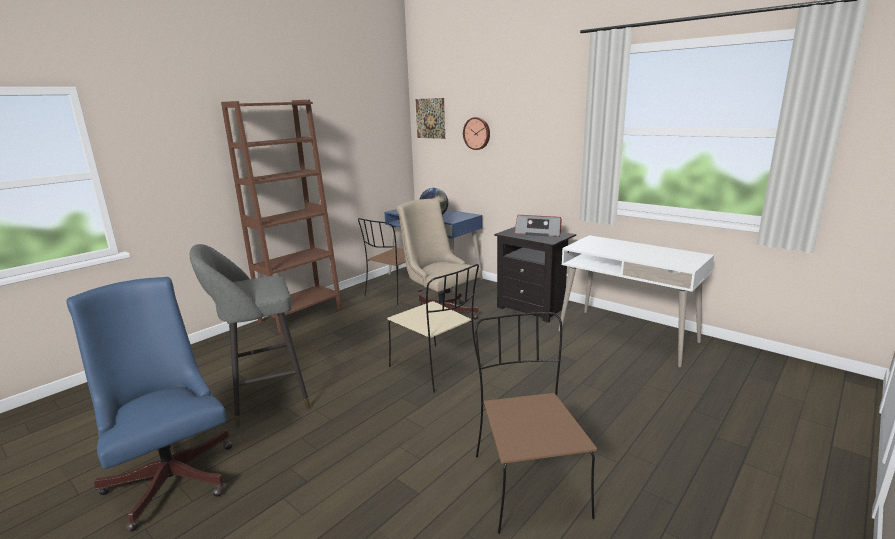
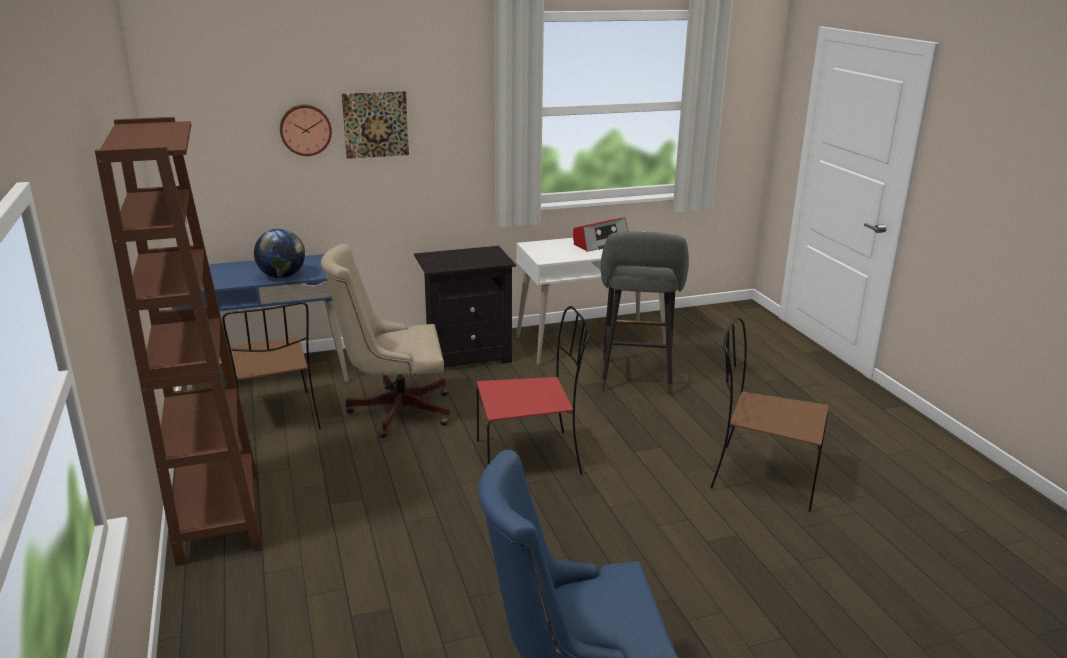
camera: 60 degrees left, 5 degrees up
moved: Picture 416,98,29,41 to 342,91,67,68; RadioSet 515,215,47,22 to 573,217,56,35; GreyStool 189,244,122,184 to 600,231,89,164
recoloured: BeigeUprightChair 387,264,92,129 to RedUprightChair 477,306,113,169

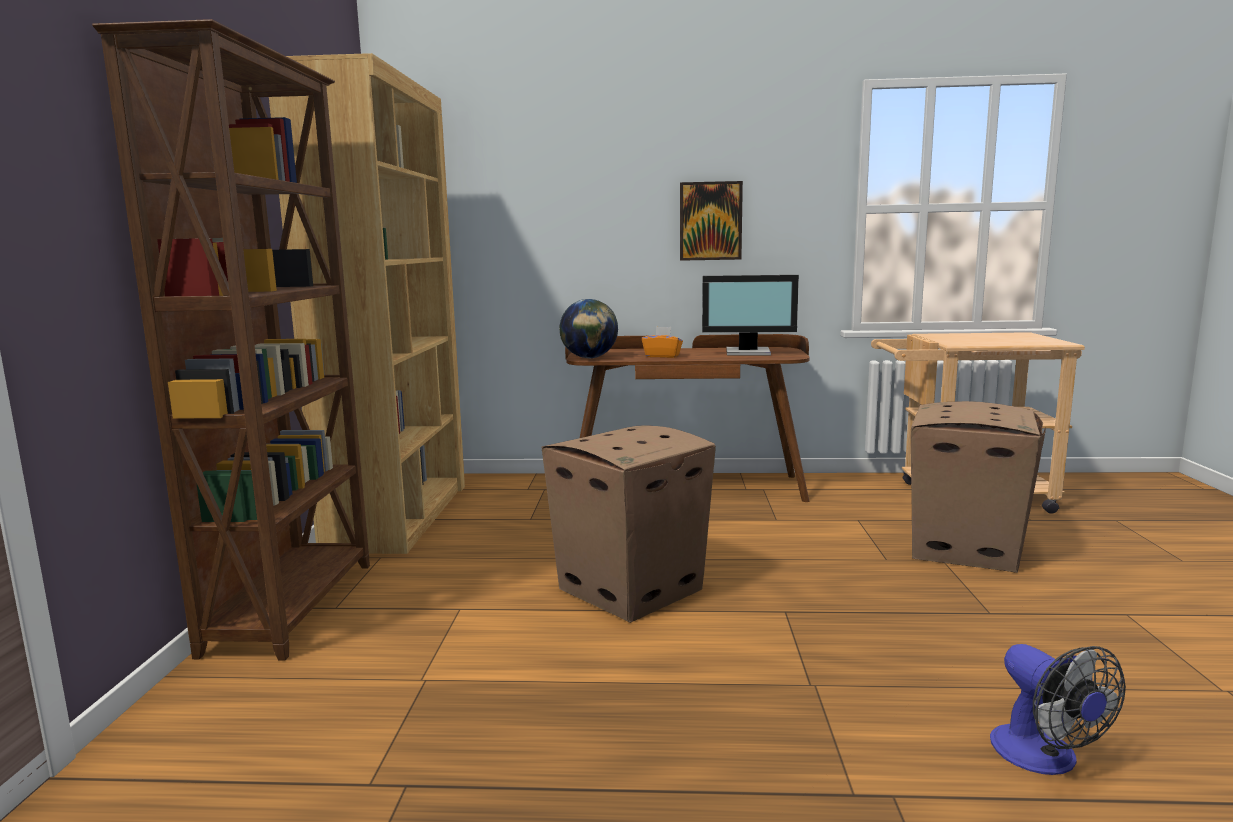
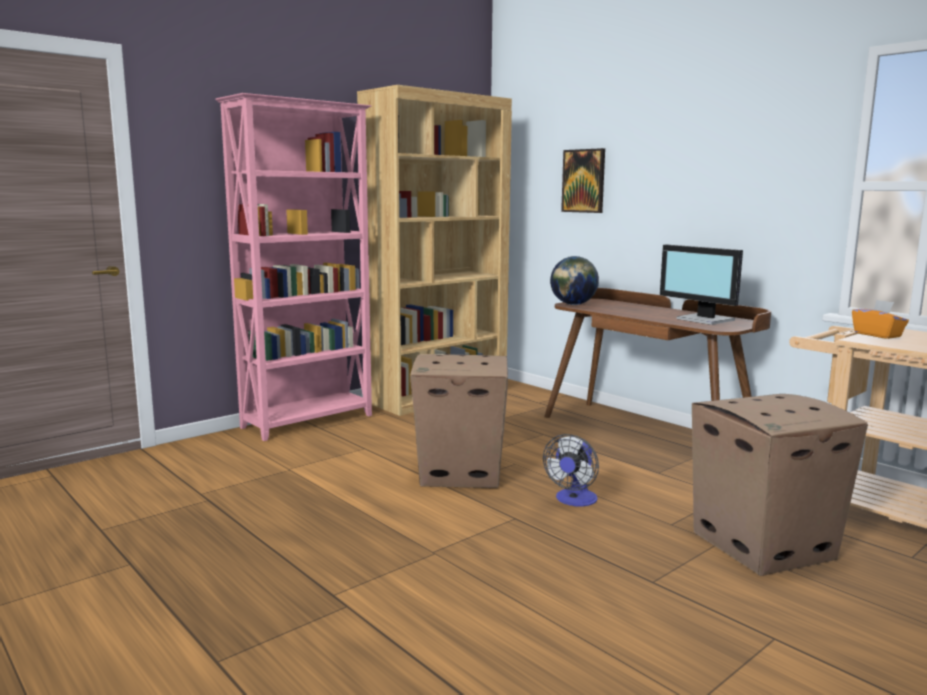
camera: 45 degrees right, 0 degrees up
moved: Picture 680,181,63,80 to 561,148,44,65; OrangeColouredBoxOfTissues 642,327,41,31 to 852,300,57,39; Fan 990,644,136,131 to 543,434,56,72
recoloured: BrownishShelvingUnit 92,19,278,641 to PinkColouredShelvingUnit 215,93,157,348

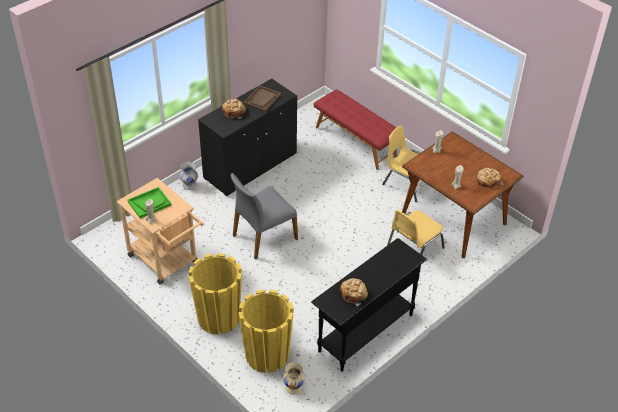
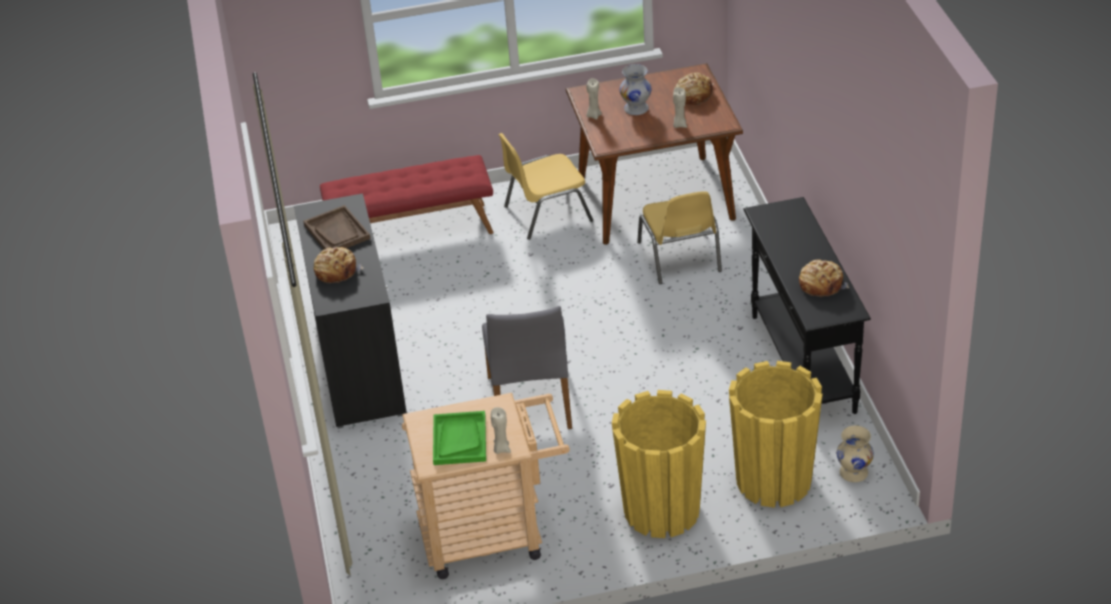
camera: 55 degrees left, 5 degrees down
moved: WhiteVase 180,162,18,28 to 620,64,31,51

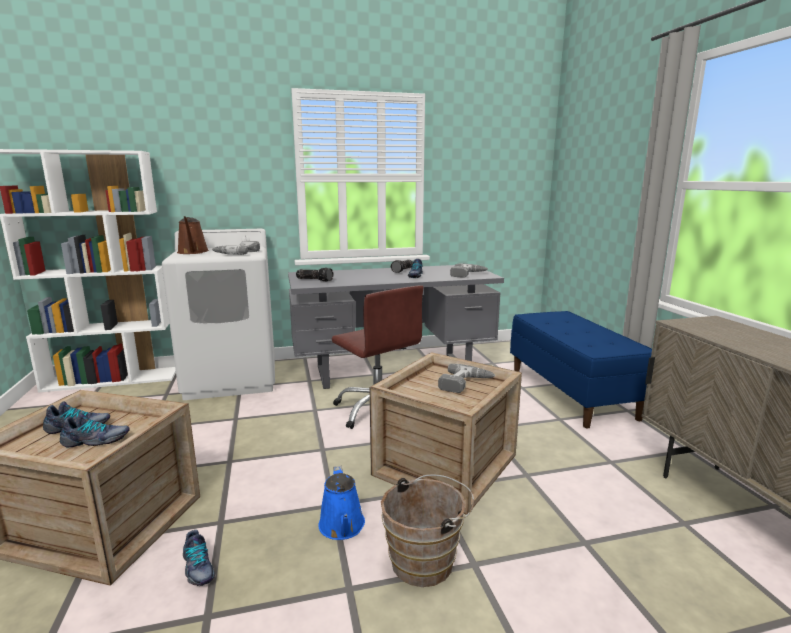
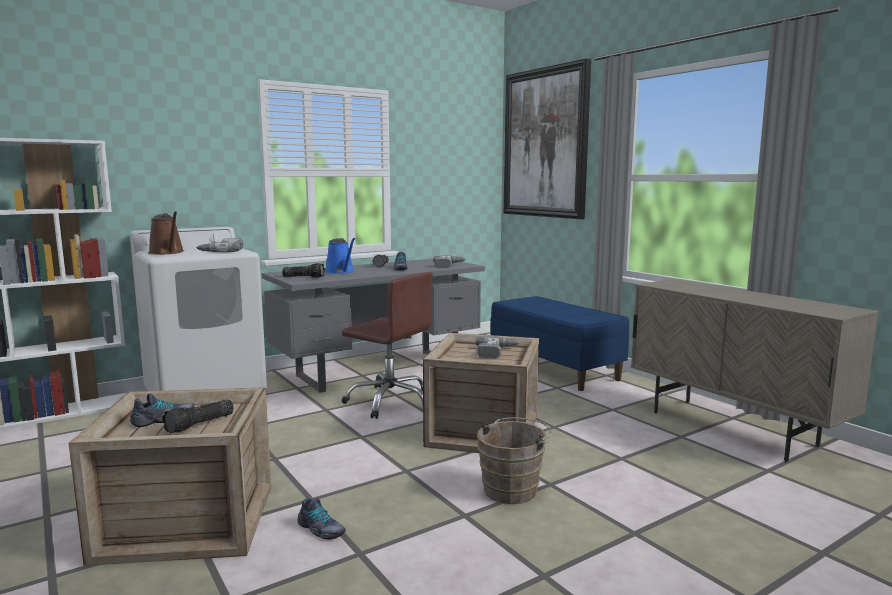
camera: 20 degrees left, 5 degrees down
added: Picture 504,58,87,161
moved: BlueColouredSprinklingCan 318,465,47,75 to 325,238,30,36
replaced: Shoe 60,413,70,35 to Torch 162,400,72,33

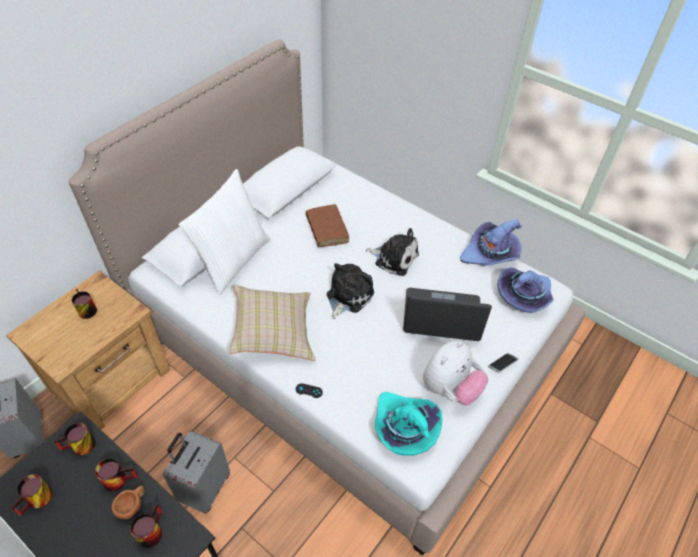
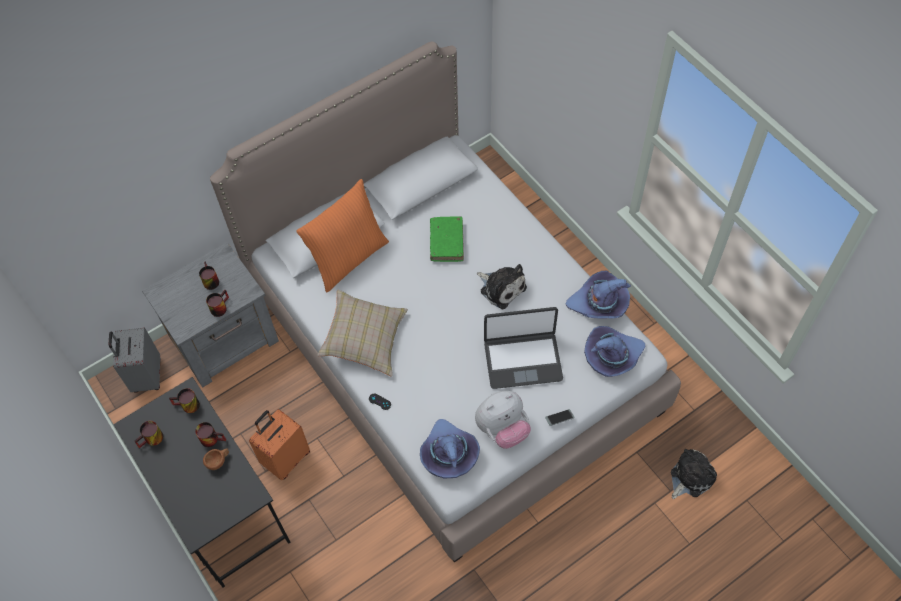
camera: 20 degrees right, 10 degrees up
moved: SoftToy 327,263,47,56 to 671,449,46,50; Mug 130,504,32,44 to 206,290,23,27
recoloured: WhitePillow 179,169,91,126 to OrangeColouredPillow 296,179,93,114; BrownishVolume 306,204,43,43 to GreenColouredVolume 430,216,34,46; BrownishNightstand 6,271,164,158 to GreyNightstand 142,242,137,146; TurquoiseHat 375,392,67,64 to PurpleHat 420,419,60,59; GreySuitcase 163,431,67,83 to OrangeColouredSuitcase 249,409,61,71
turned: NotebookComputer 403,288,89,53 = 484,307,79,82 150 degrees clockwise

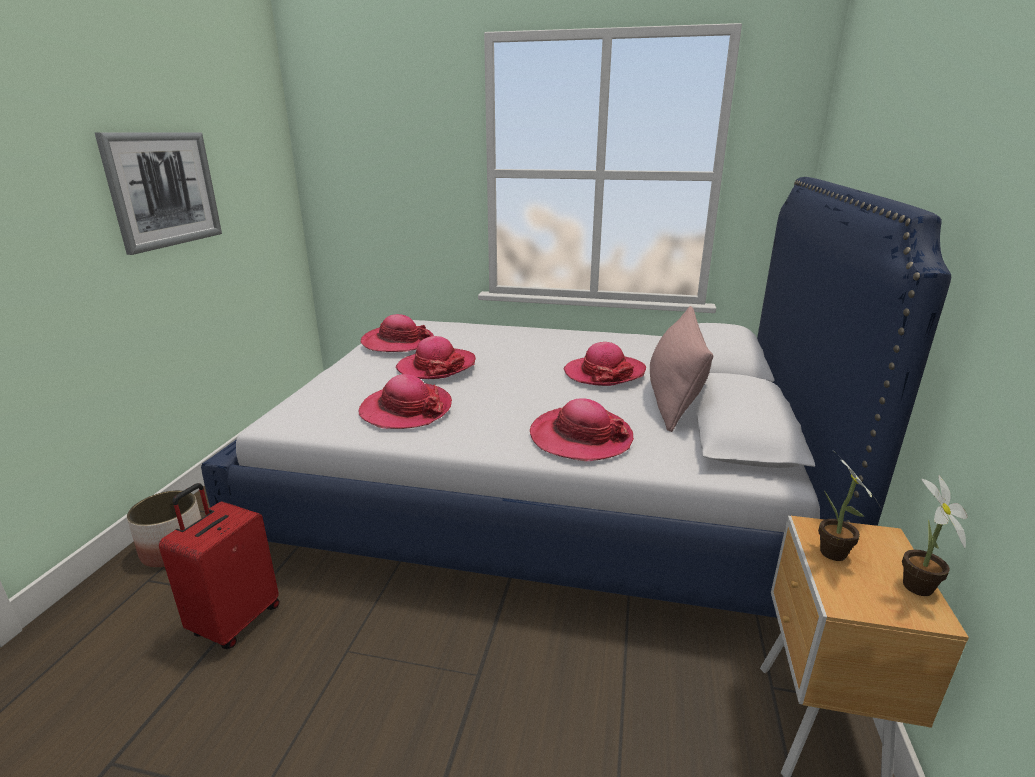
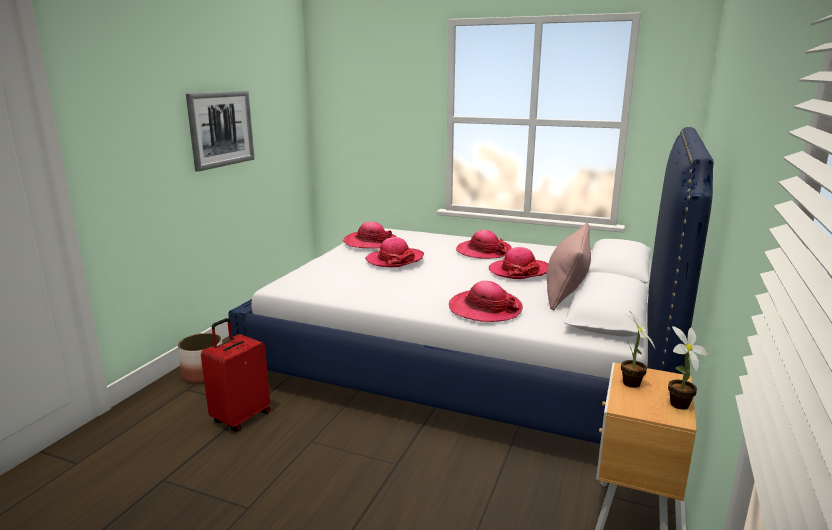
camera: 10 degrees right, 5 degrees down
moved: Hat 358,374,94,55 to 456,230,56,29

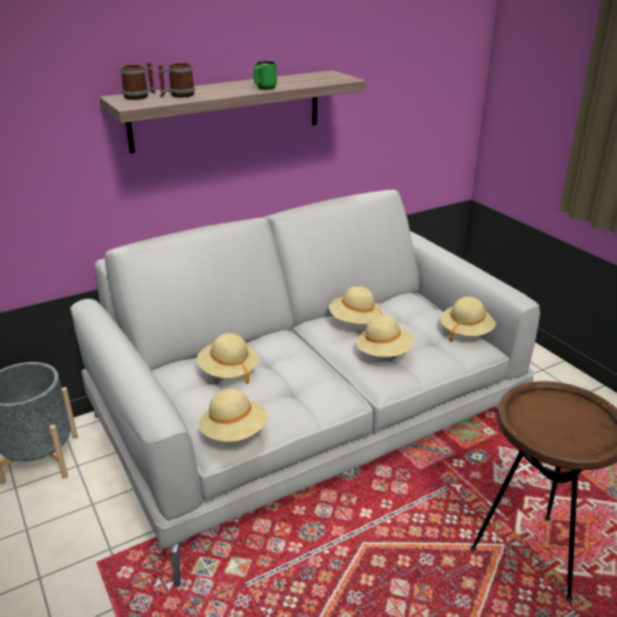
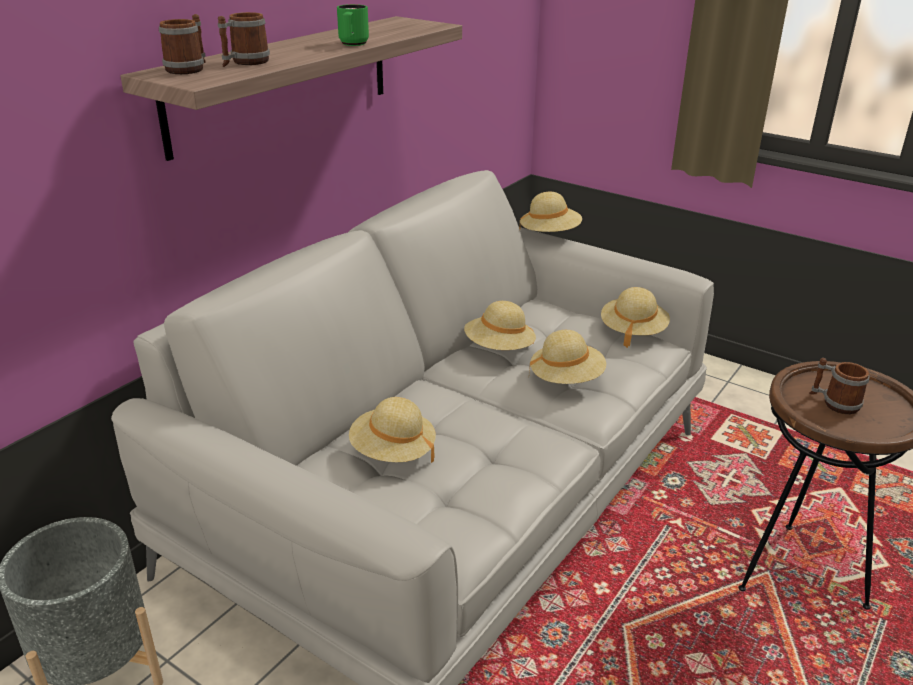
camera: 25 degrees left, 0 degrees up
added: Mug 809,358,61,56
moved: BeigeHat 199,389,69,53 to 519,192,63,40

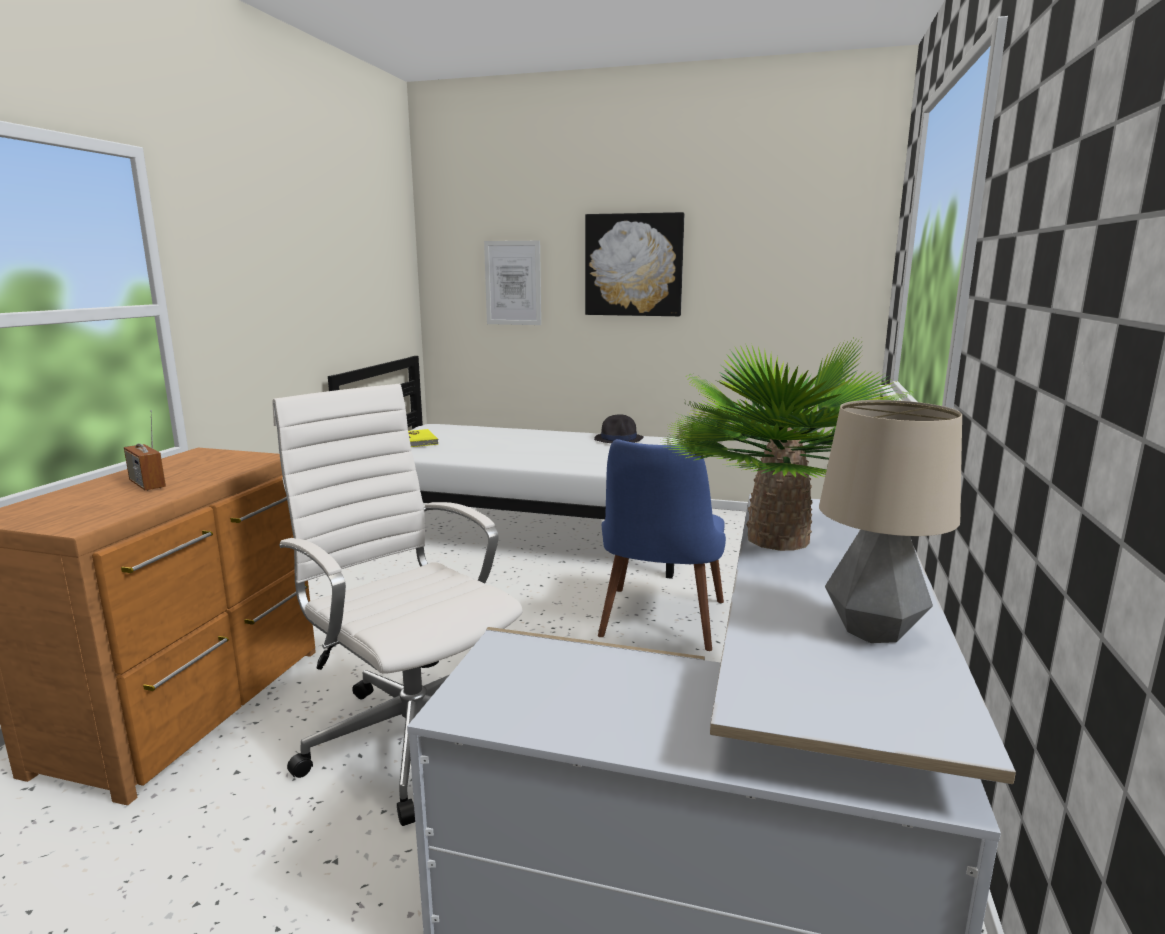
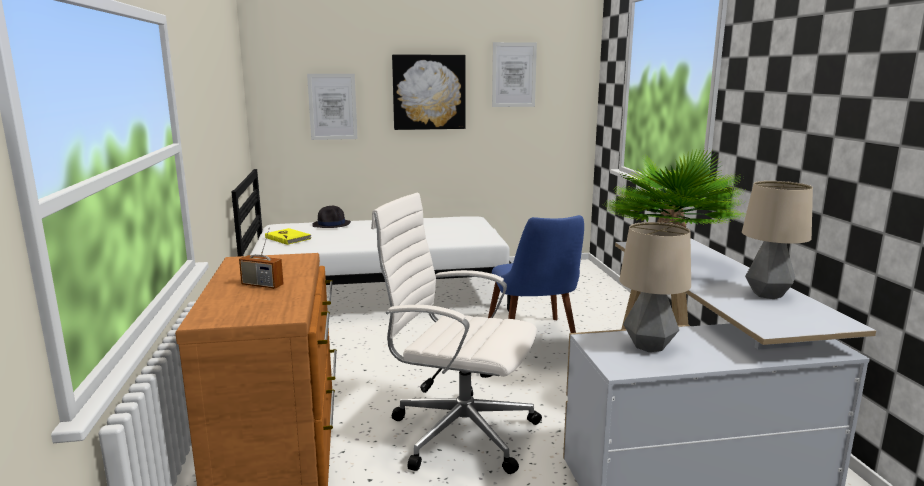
camera: 25 degrees left, 0 degrees up
added: Picture 492,42,45,65; LampForATable 619,222,72,130
moved: BlackishHat 594,414,50,29 to 312,206,39,22

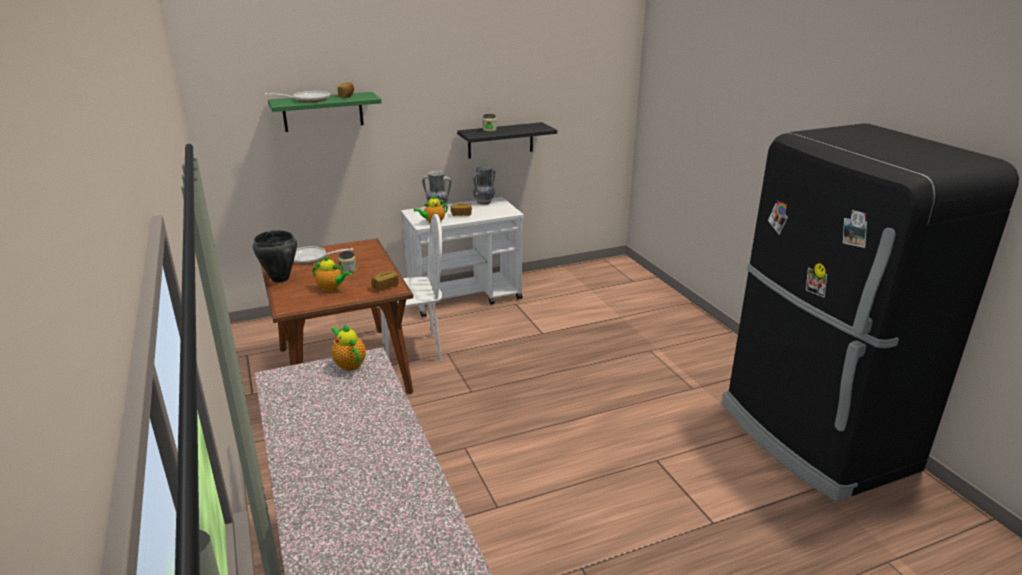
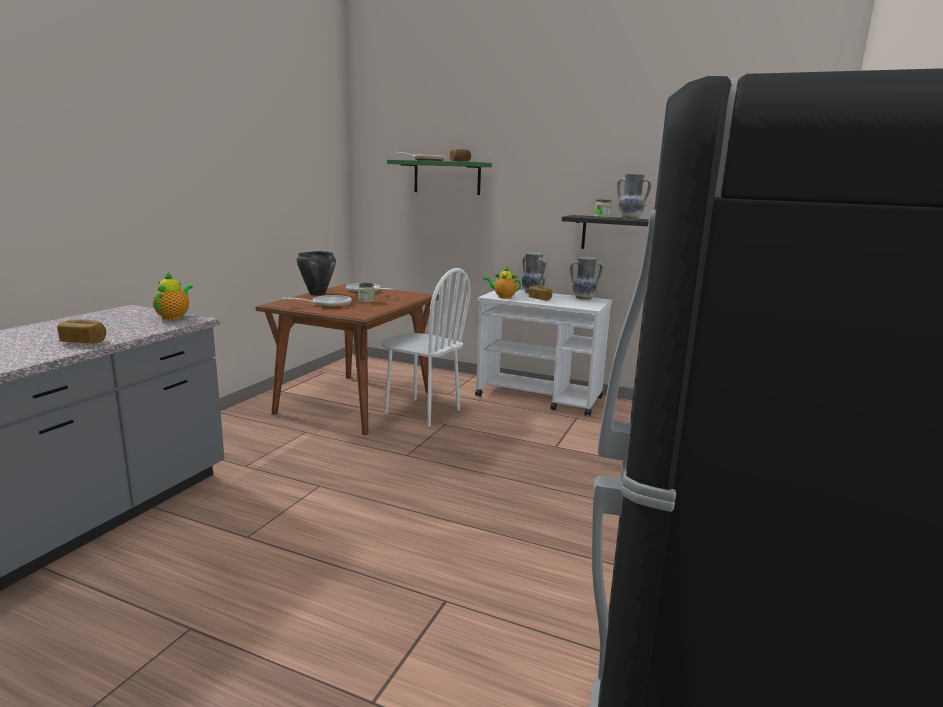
camera: 45 degrees right, 10 degrees down
added: Vase 617,174,34,46
moved: BakeryBread 371,271,28,20 to 57,319,49,25
replaced: Teapot 312,255,40,36 to FryingPan 283,295,69,12

